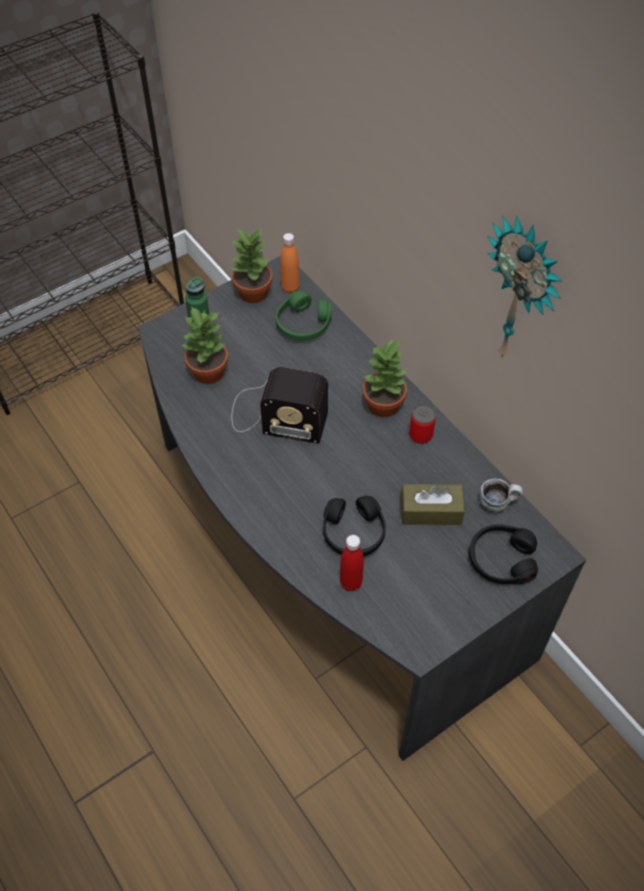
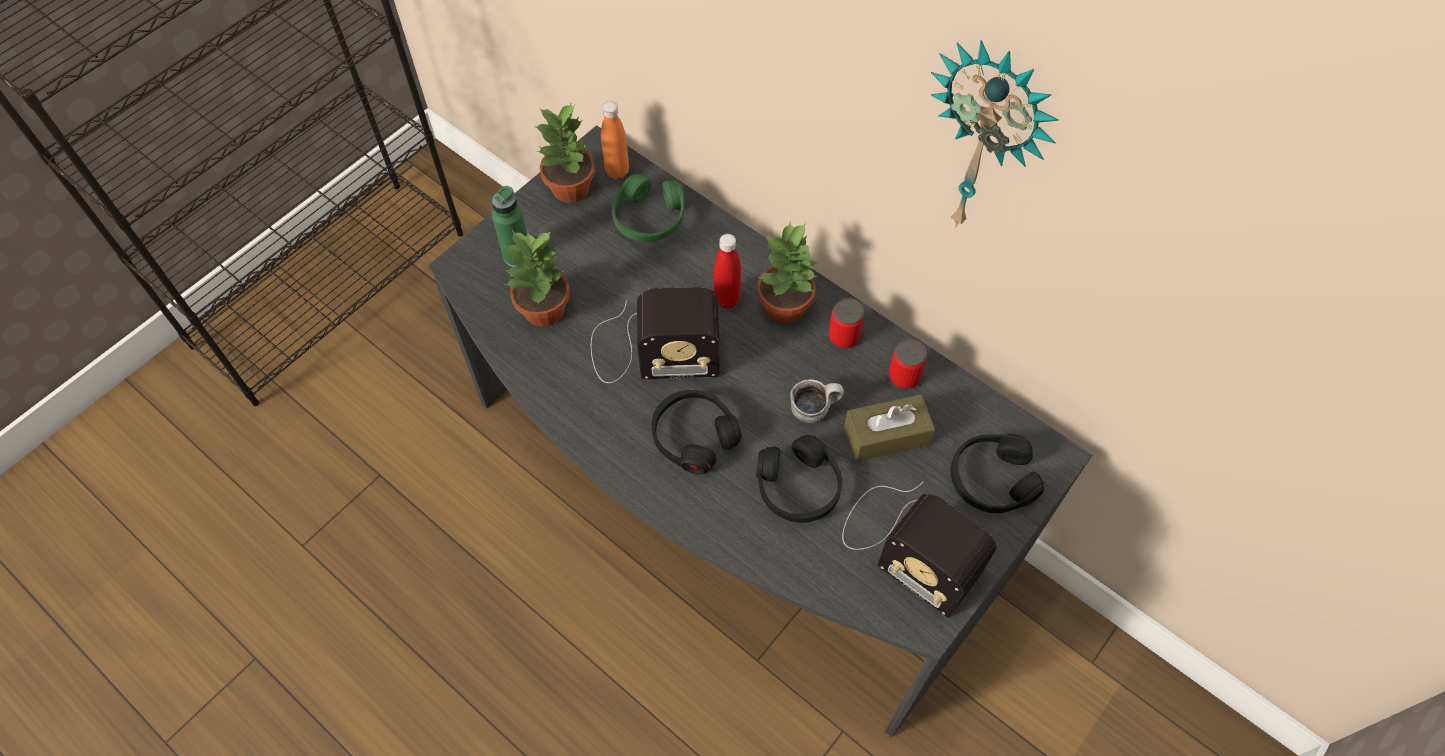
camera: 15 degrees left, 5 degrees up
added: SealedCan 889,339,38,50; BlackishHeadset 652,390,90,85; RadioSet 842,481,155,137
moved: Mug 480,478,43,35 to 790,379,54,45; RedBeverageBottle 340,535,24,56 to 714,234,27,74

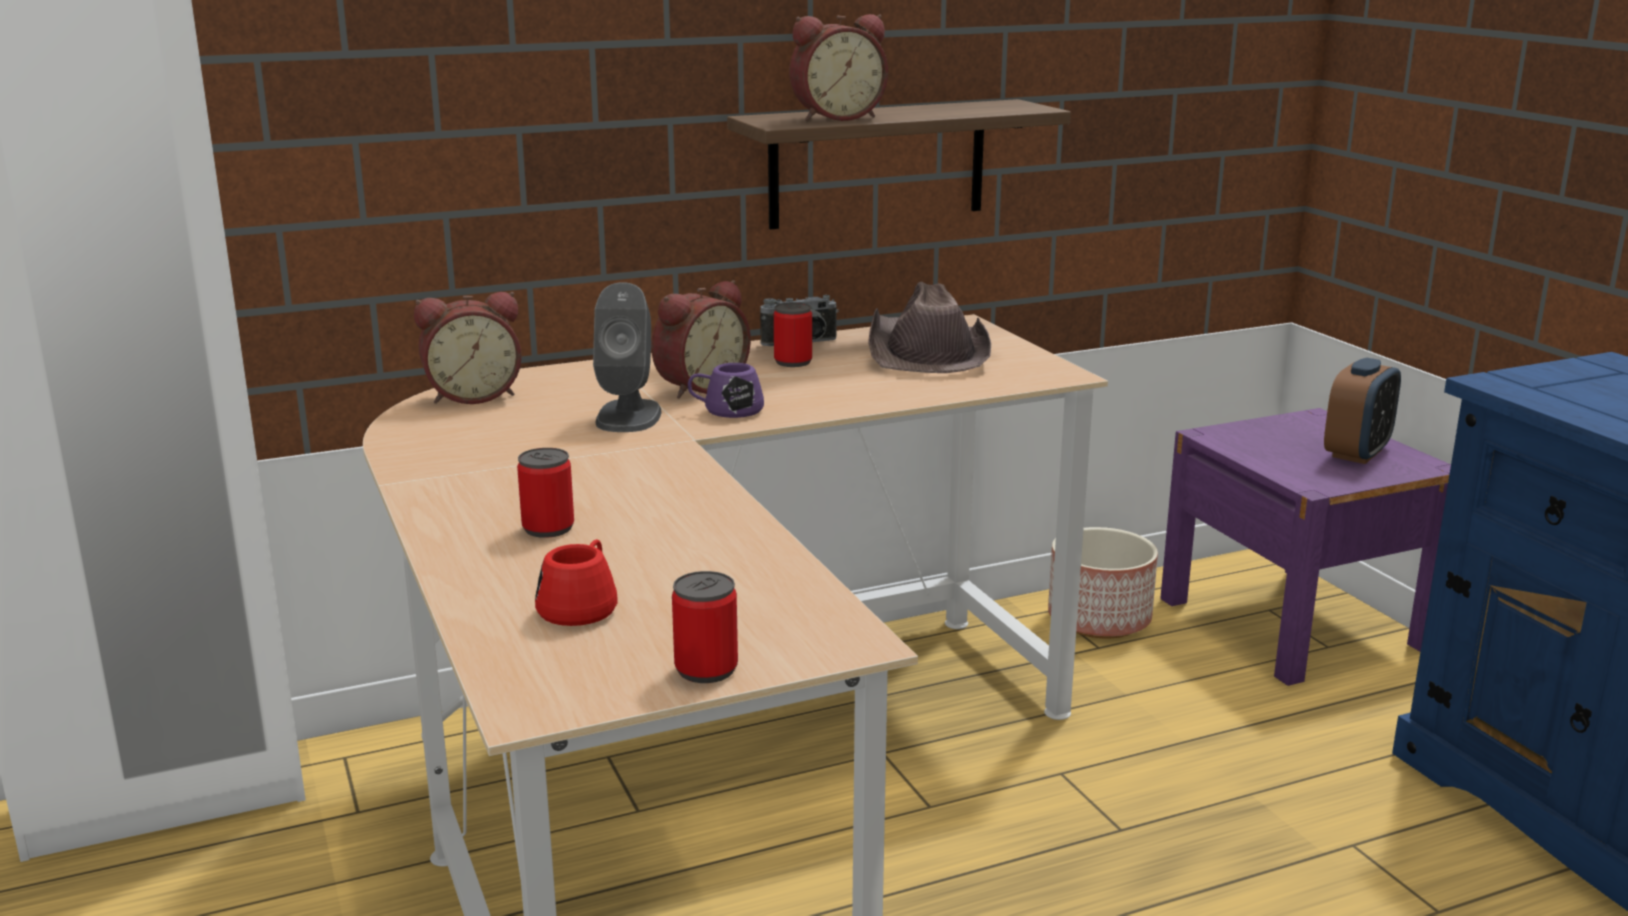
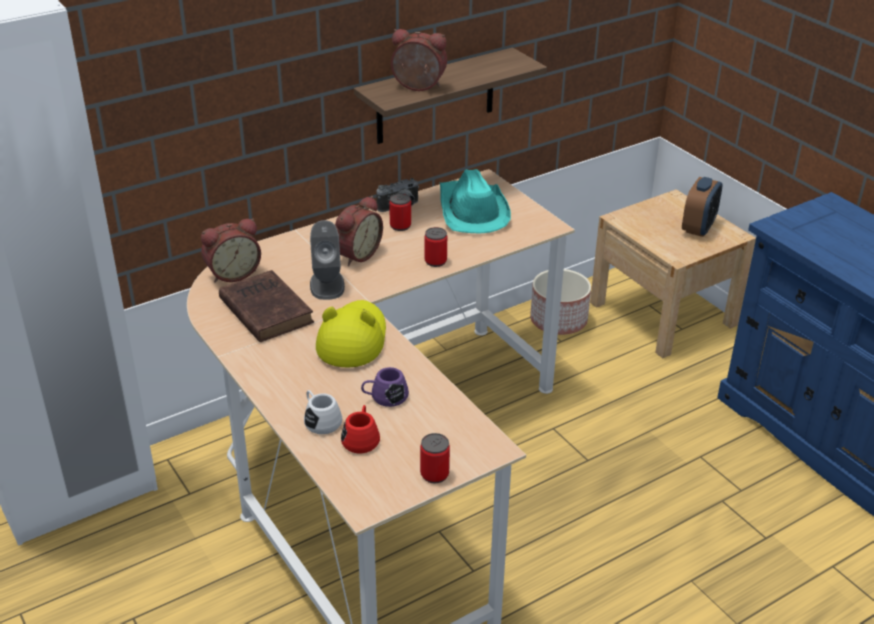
camera: 10 degrees left, 15 degrees up
added: BrownishVolume 219,270,95,72; YellowColouredHat 316,300,70,67; WhiteMug 304,390,38,44
moved: PurpleMug 688,363,76,55 to 361,367,48,40; SealedCan 517,448,57,90 to 424,227,23,40
recoloured: BrownishHat 868,281,123,92 to TurquoiseHat 440,169,71,64; PurpleNightstand 1160,408,291,278 to BeigeNightstand 590,189,166,169
turned: BedsideClock 789,14,99,107 = 391,29,56,62 135 degrees counterclockwise

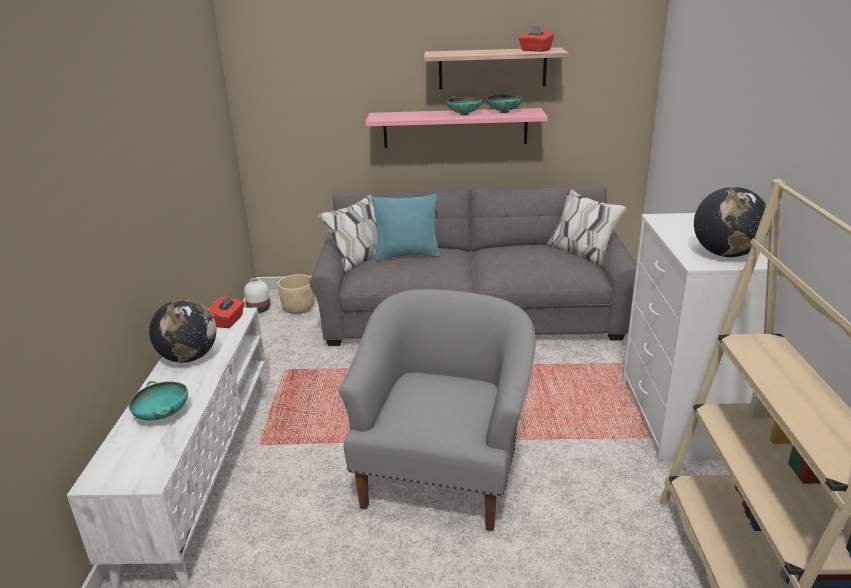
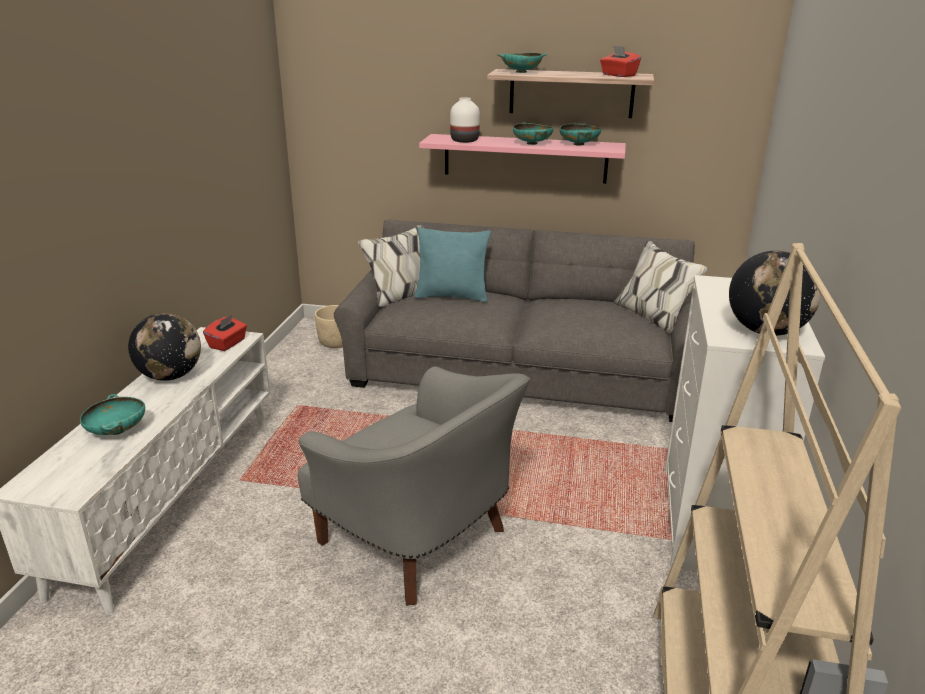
camera: 10 degrees right, 0 degrees up
added: TurquoiseBowl 497,53,50,20
moved: WhiteVase 244,278,26,35 to 450,97,30,46
turned: GreyArmchair 339,289,197,242 = 298,366,233,240 105 degrees clockwise

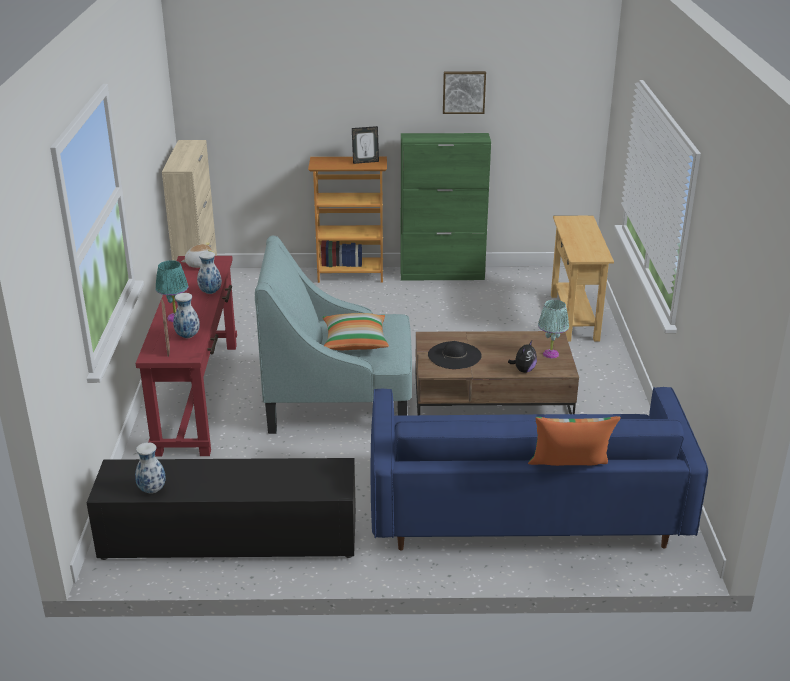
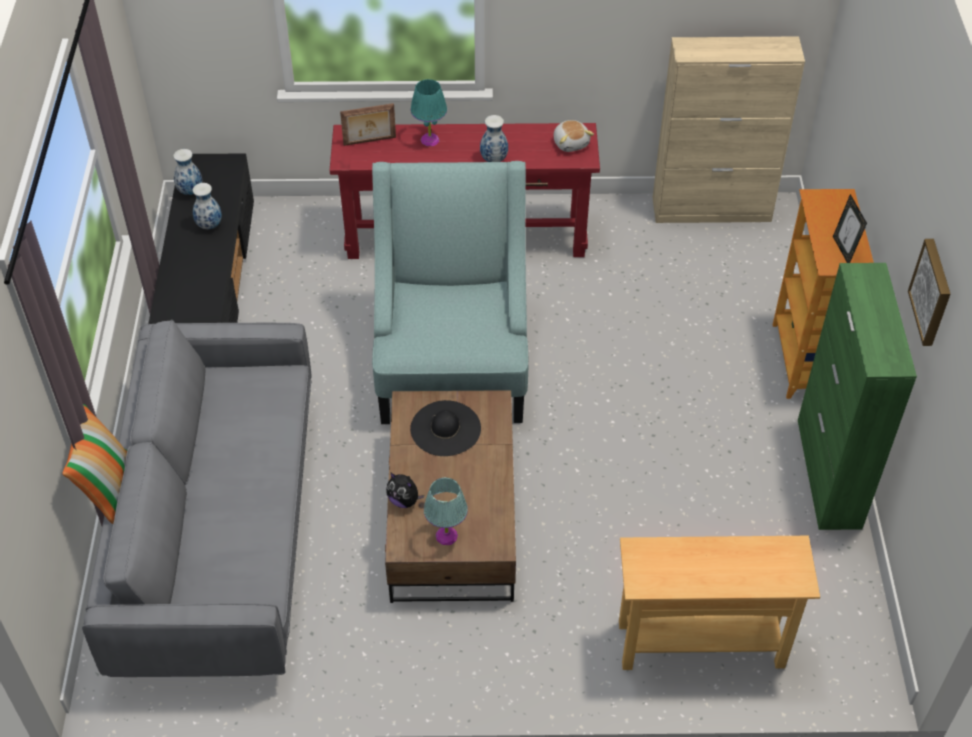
camera: 90 degrees right, 20 degrees up
removed: Pillow 322,313,67,37
moved: Vase 173,293,27,45 to 193,183,29,46
recoloured: BlueColouredCouch 371,387,337,164 to GreyCouch 82,320,230,357

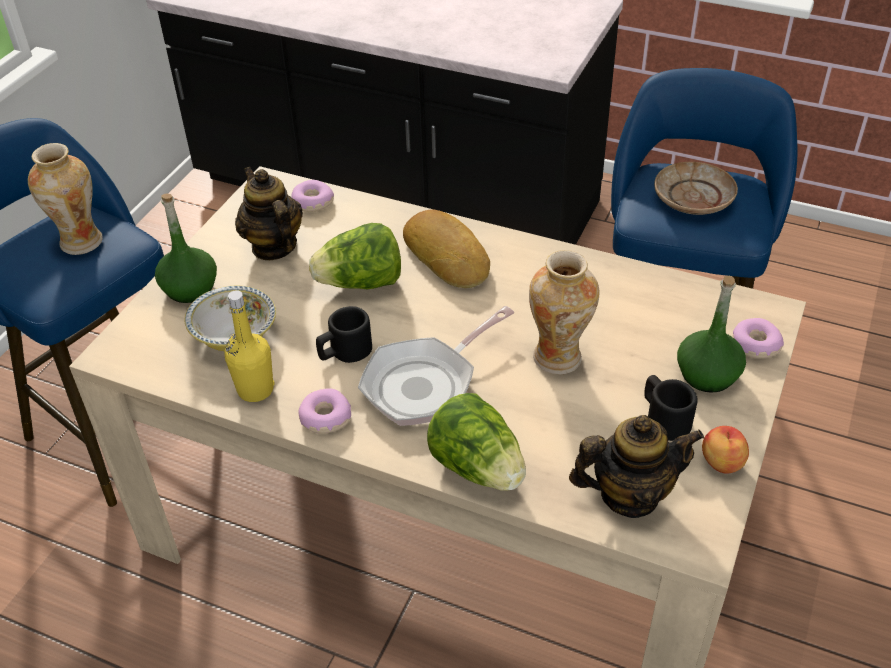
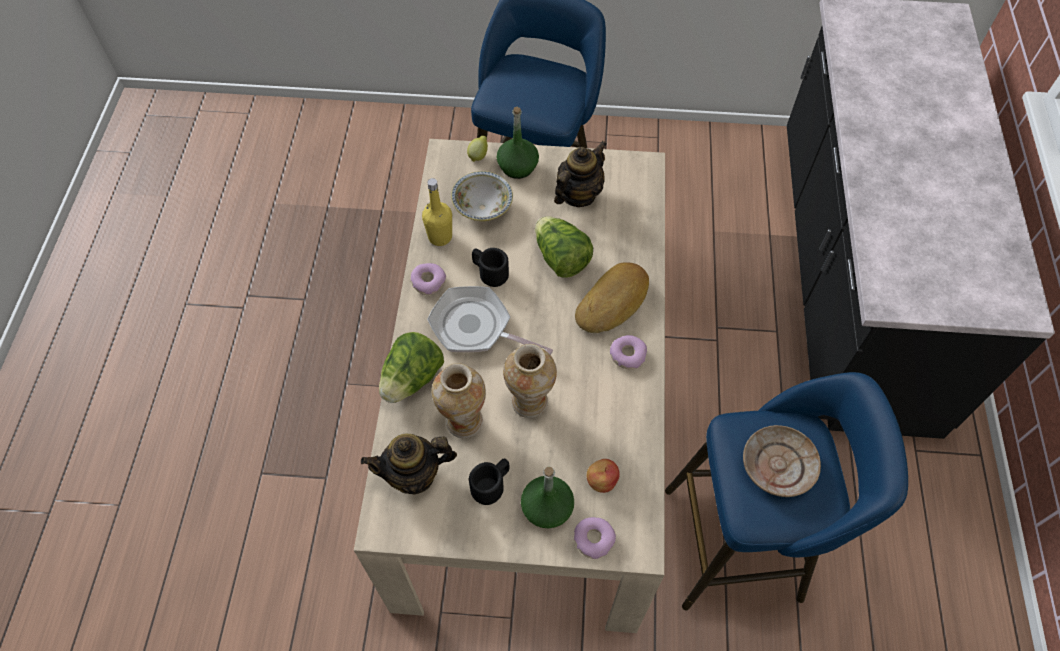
camera: 70 degrees right, 15 degrees up
added: CitrusFruit 467,136,21,26
moved: Vase 28,143,75,112 to 431,363,55,75; RingDoughnut 291,180,43,32 to 610,335,37,35; WholeApple 702,426,47,48 to 587,459,33,34
turned: Teapot 569,415,135,103 = 361,433,96,62 105 degrees clockwise

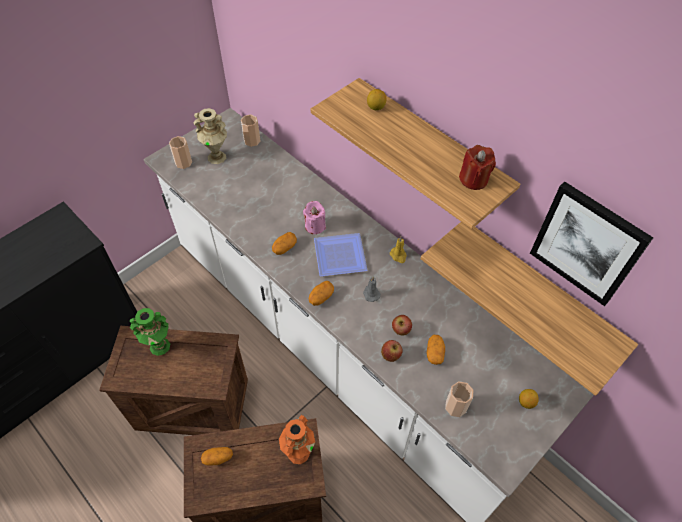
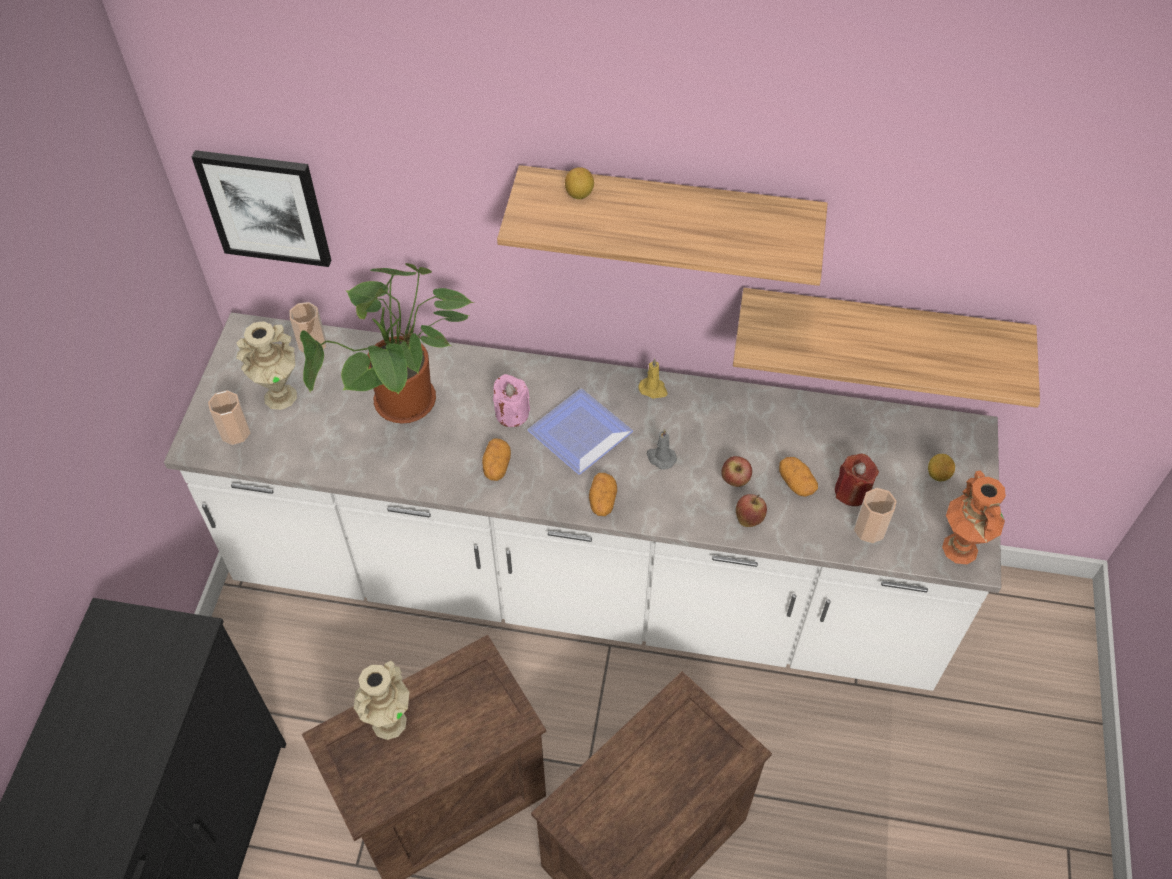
camera: 35 degrees left, 0 degrees up
removed: Spud 201,447,32,19
added: Houseplant 300,263,174,161
moved: RedWaxLight 459,145,37,45 to 835,454,44,52; Picture 530,182,123,124 to 192,150,139,117; OrangeColouredVase 279,415,36,49 to 942,471,64,93
recoloured: GreenColouredVase 130,308,40,48 to BeigeVase 354,661,56,79

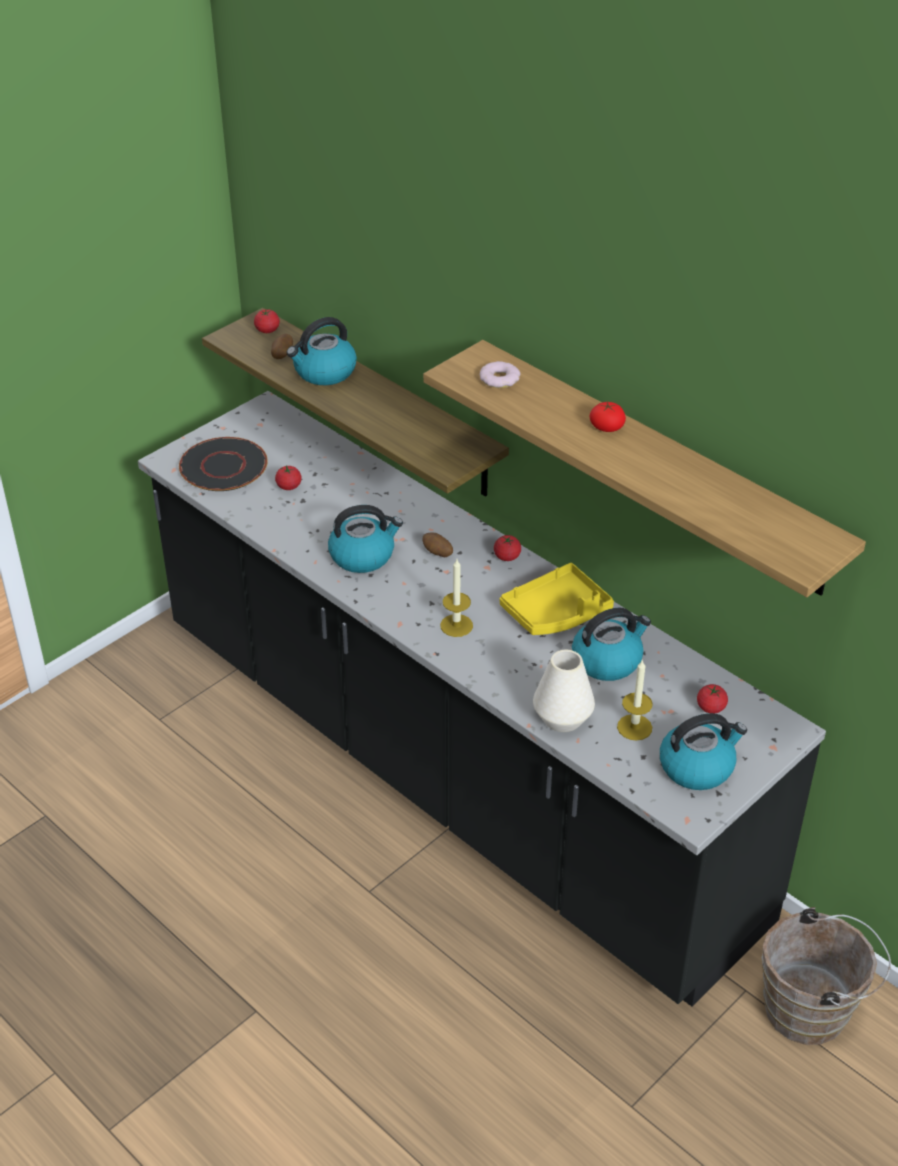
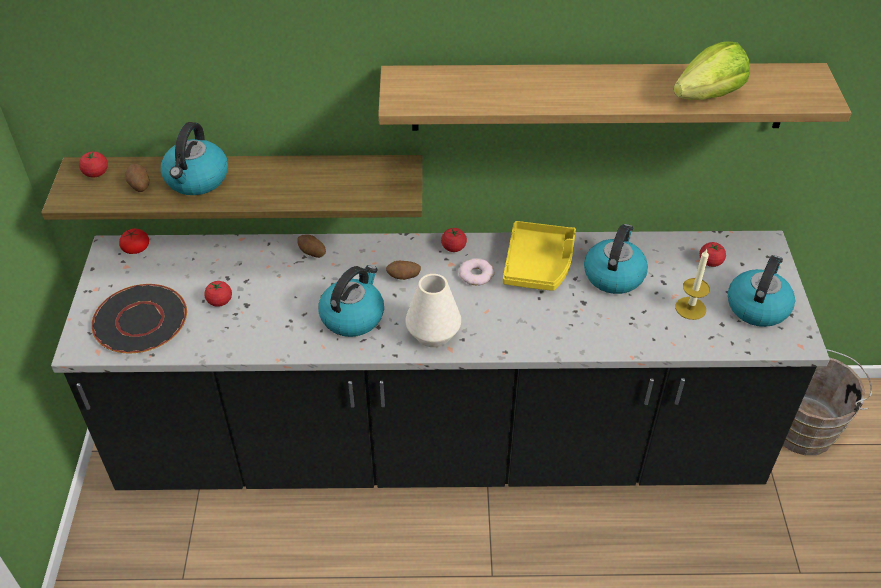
camera: 45 degrees left, 5 degrees up
removed: WaxLight 440,559,33,78
added: LettuceHead 674,41,76,59; Spud 297,235,29,23
moved: RingDoughnut 479,361,41,27 to 459,258,36,27; Tomato 590,402,36,30 to 119,229,30,25; WhiteVase 533,650,62,82 to 406,274,55,73

